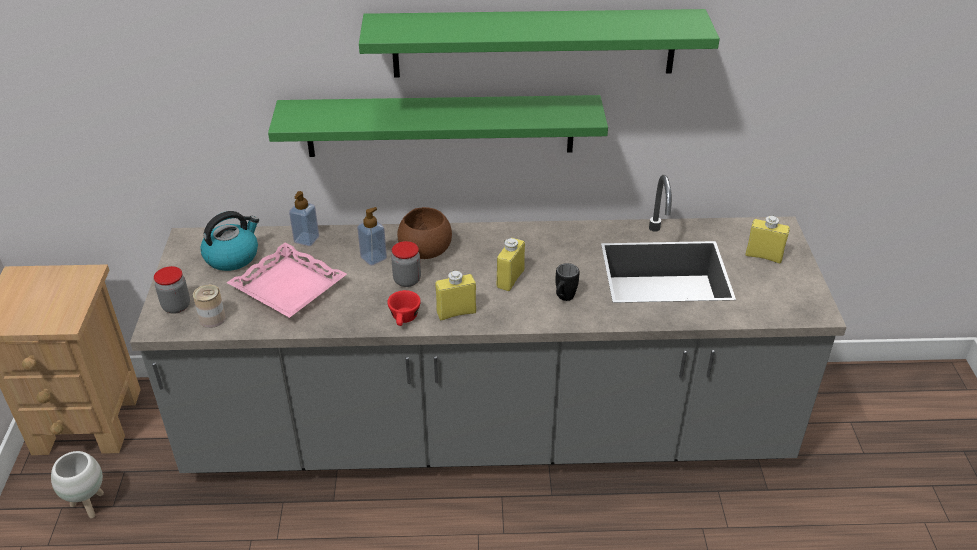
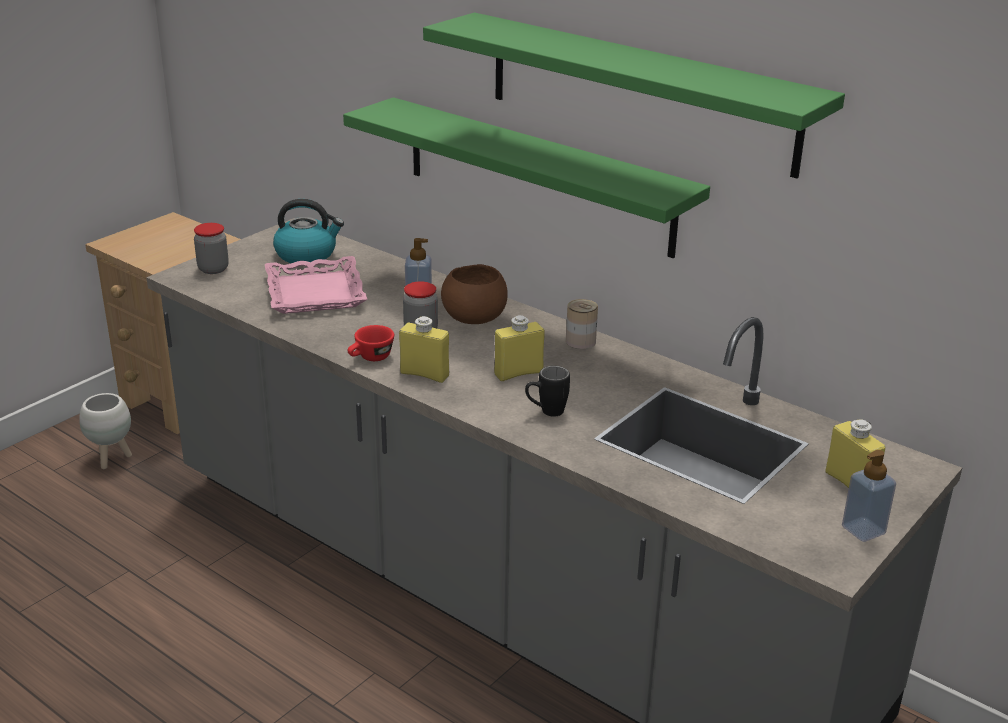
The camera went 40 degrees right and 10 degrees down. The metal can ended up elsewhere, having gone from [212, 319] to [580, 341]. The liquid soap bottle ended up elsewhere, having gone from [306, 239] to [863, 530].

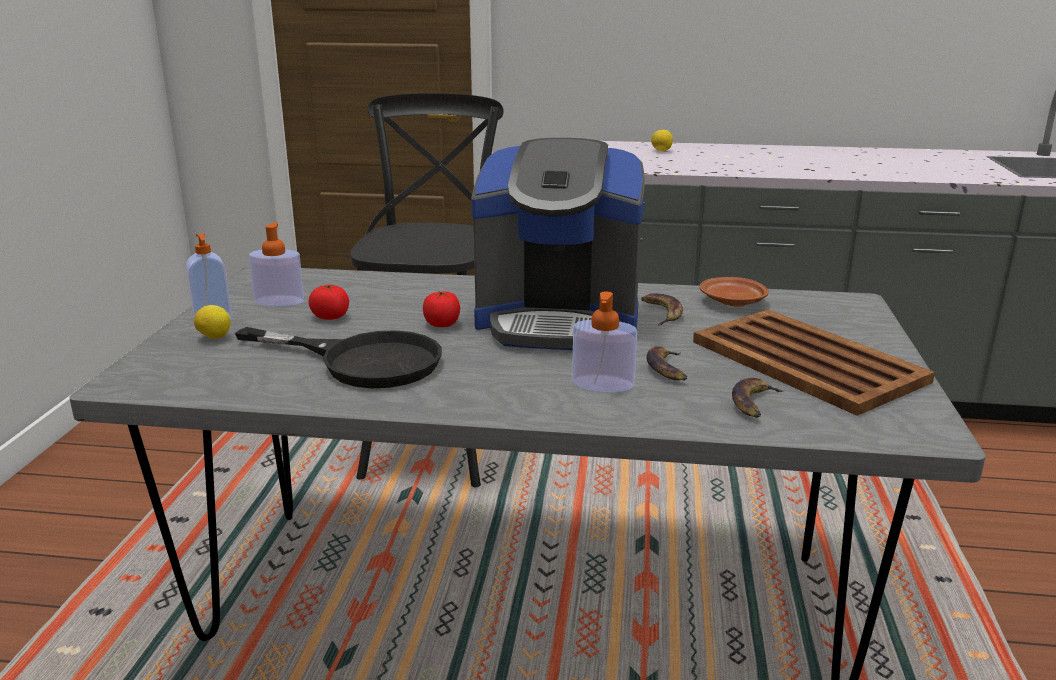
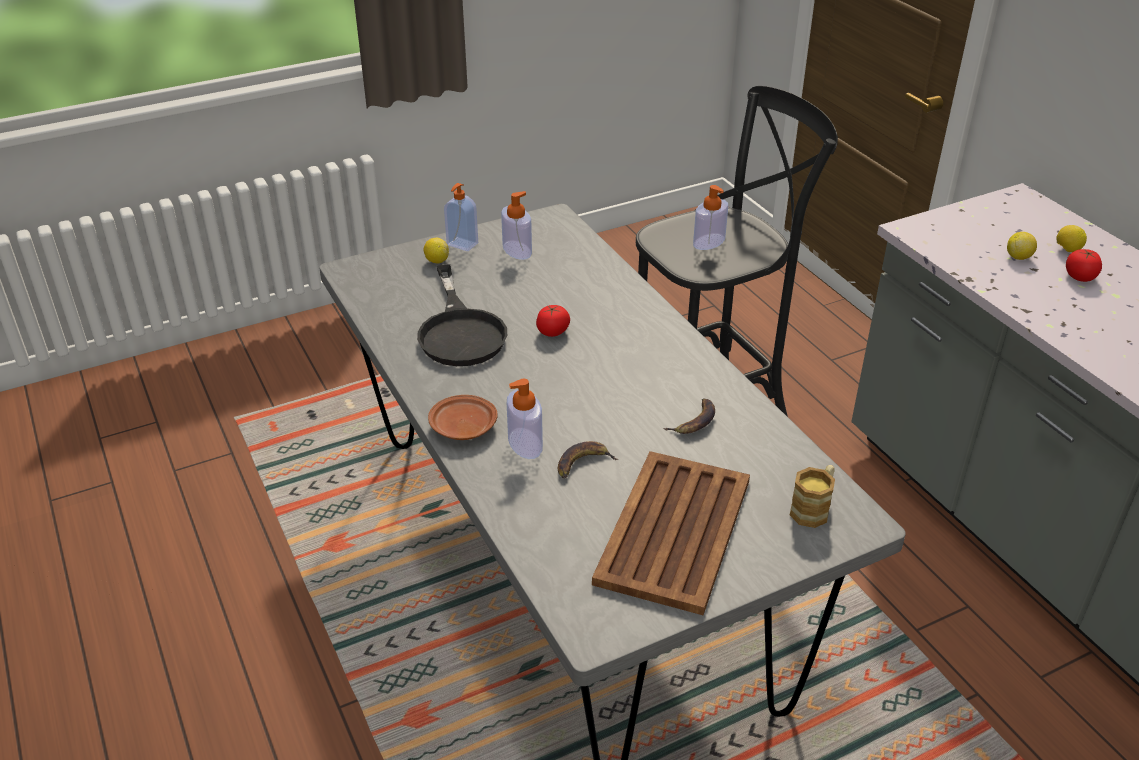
The camera went 55 degrees right and 15 degrees up. The second view lost the coffee machine at [558, 321]. The second view lost the banana at [754, 403]. The second view gained the liquid soap bottle at [709, 242]. The second view gained the tea mug at [813, 508]. The second view gained the lemon at [1018, 257]. The whole tomato ended up elsewhere, having gone from [330, 317] to [1080, 277]. The brown plate ended up elsewhere, having gone from [732, 302] to [462, 427].

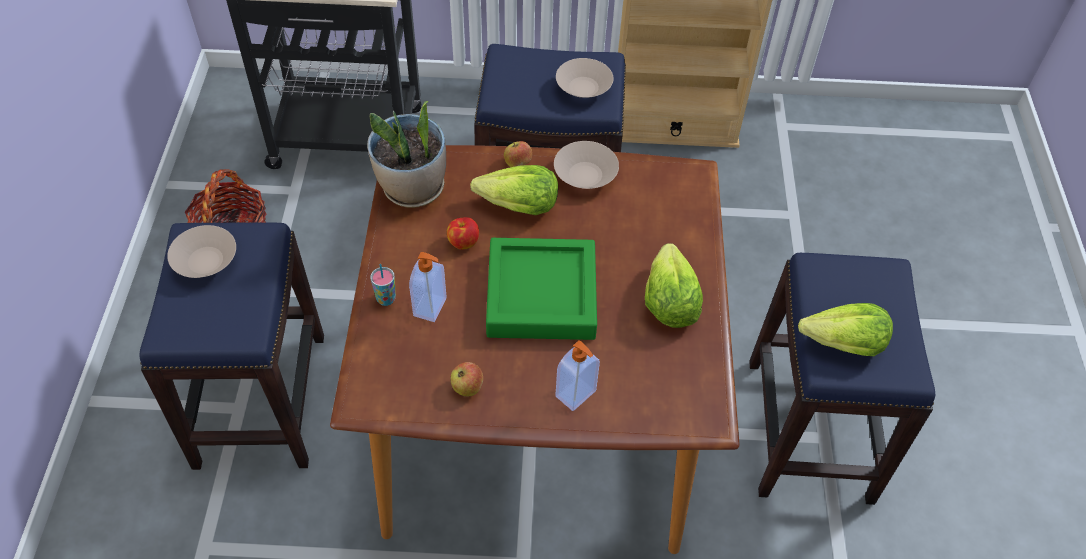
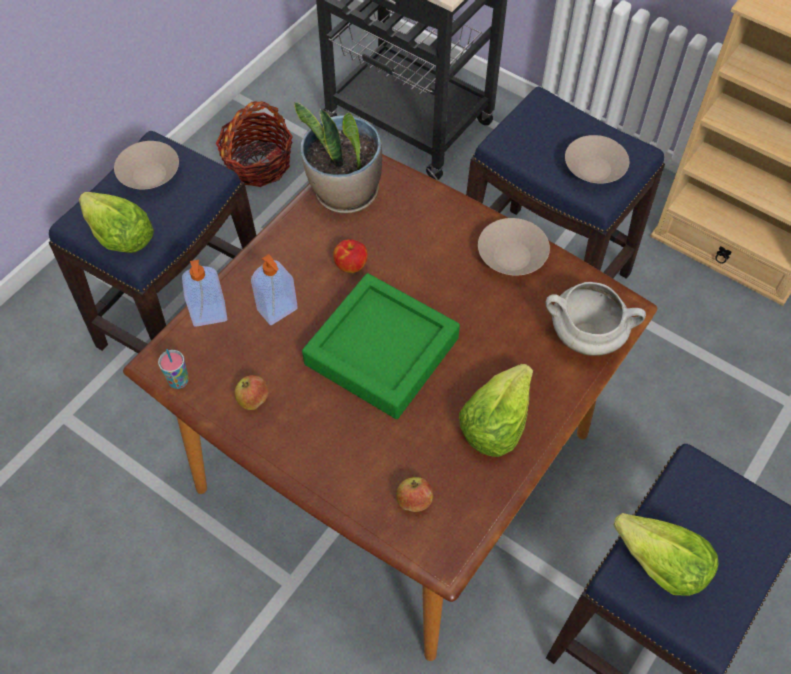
The camera went 35 degrees right and 5 degrees up. The second view gained the white saucepot at [587, 335]. The small cup ended up elsewhere, having gone from [386, 299] to [179, 381]. The lettuce head ended up elsewhere, having gone from [518, 206] to [119, 236]. The apple ended up elsewhere, having gone from [517, 164] to [414, 501]. The liquid soap bottle ended up elsewhere, having gone from [576, 395] to [209, 315].

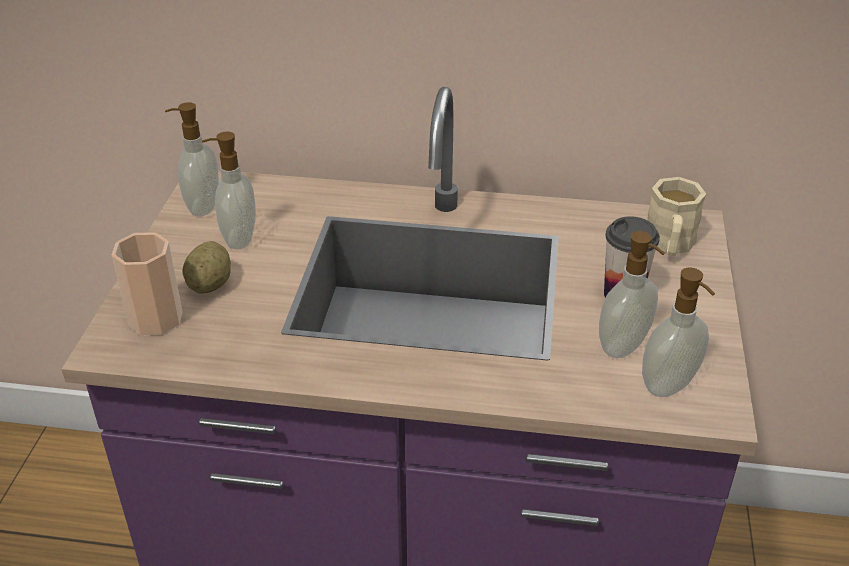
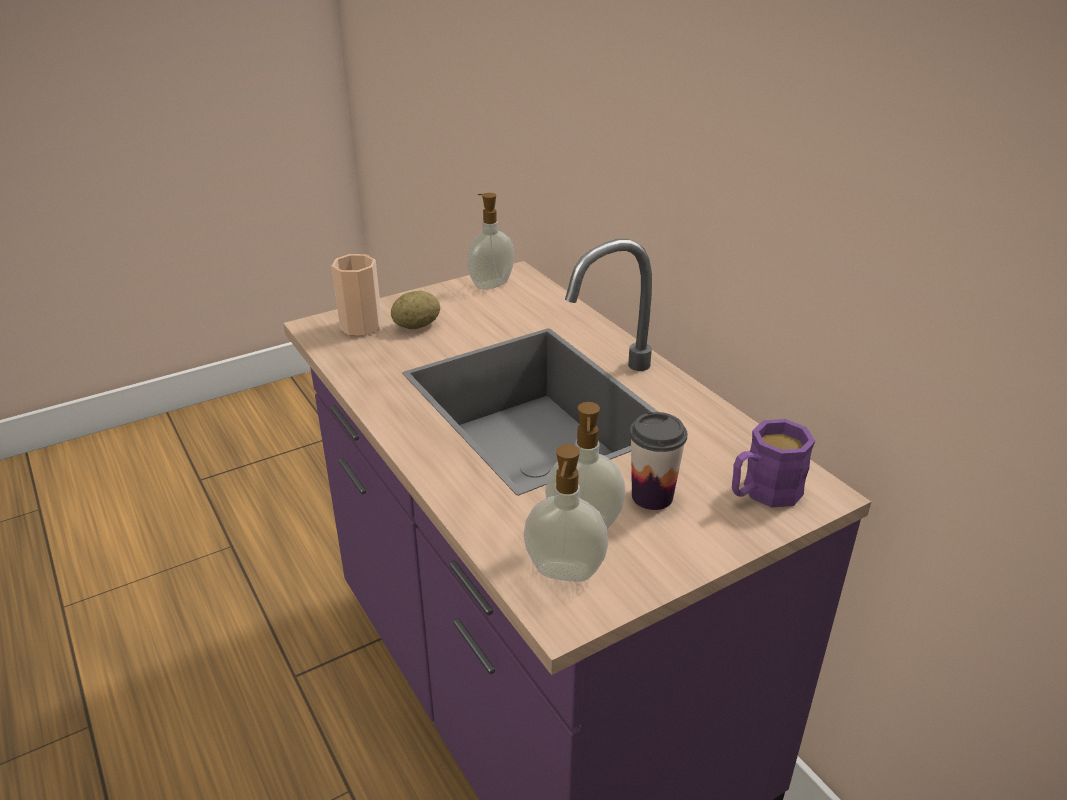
The camera went 50 degrees right and 5 degrees down. The second view lost the liquid soap bottle at [238, 238]. What was the sand-coloured tea mug at [669, 245] turned into the purple-coloured tea mug at [763, 493].

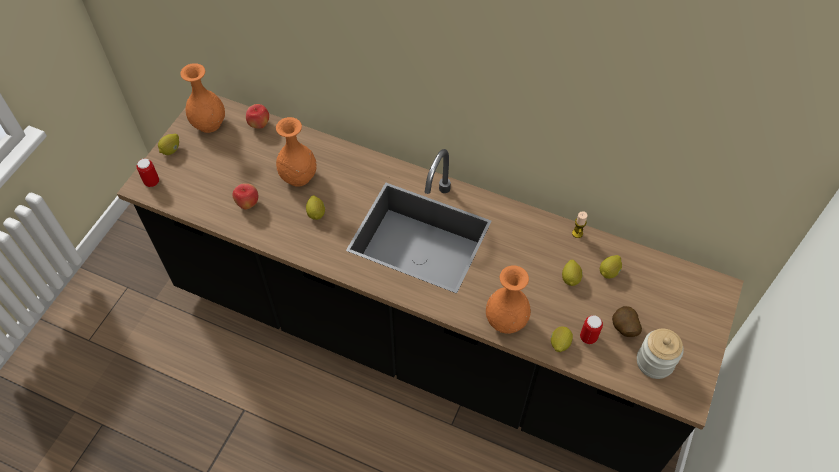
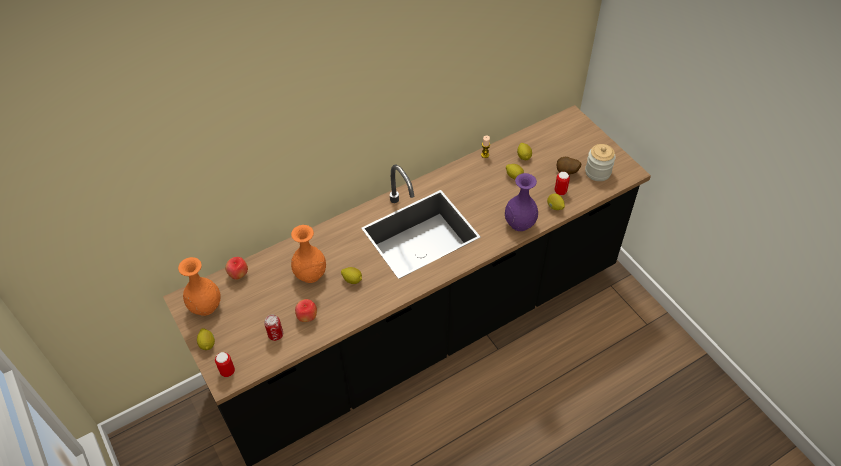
The camera went 55 degrees left and 5 degrees down. The second view gained the metal can at [275, 334]. What was the orange-coloured flower vase at [506, 320] turned into the purple-coloured flower vase at [520, 223].

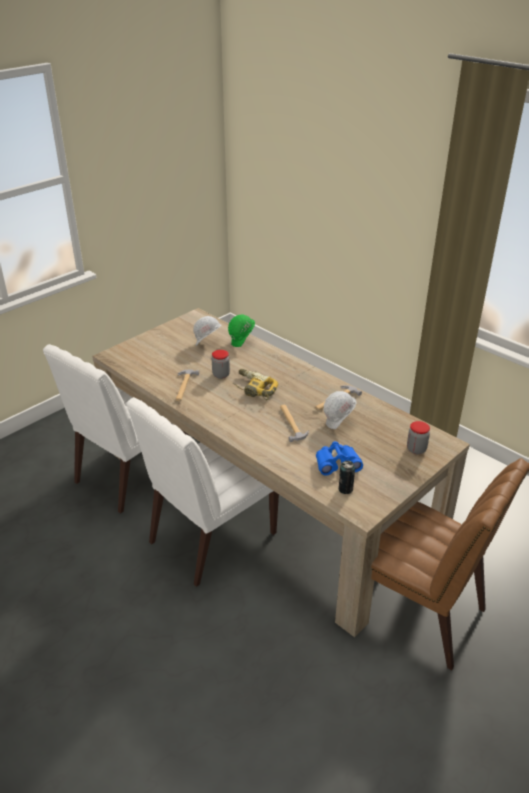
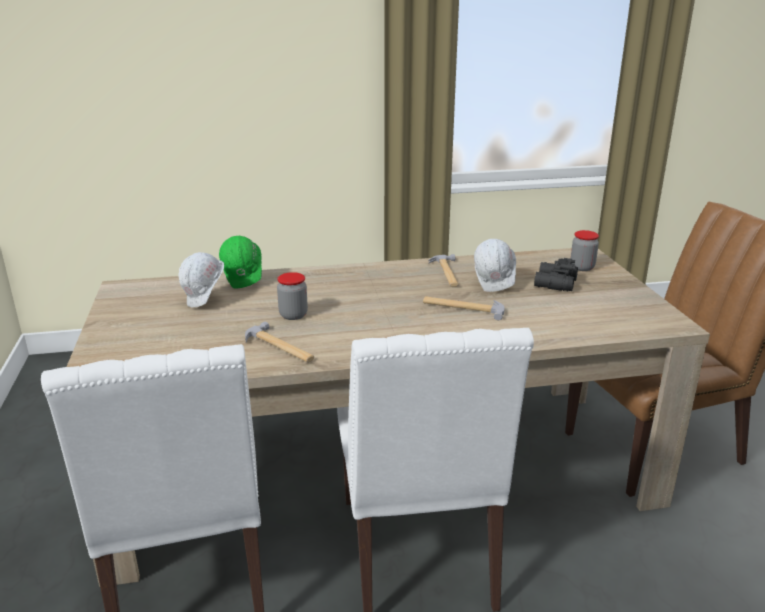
The camera went 55 degrees left and 10 degrees down. The second view lost the electric drill at [253, 389]. The second view lost the blue pair of binoculars at [337, 464]. The second view lost the metal can at [345, 489]. The second view gained the black pair of binoculars at [554, 283].

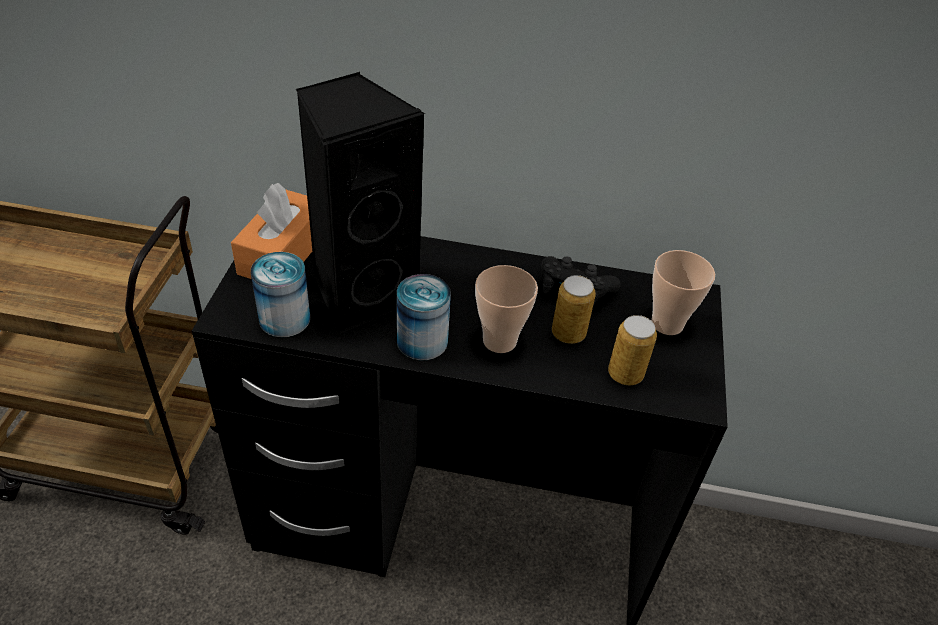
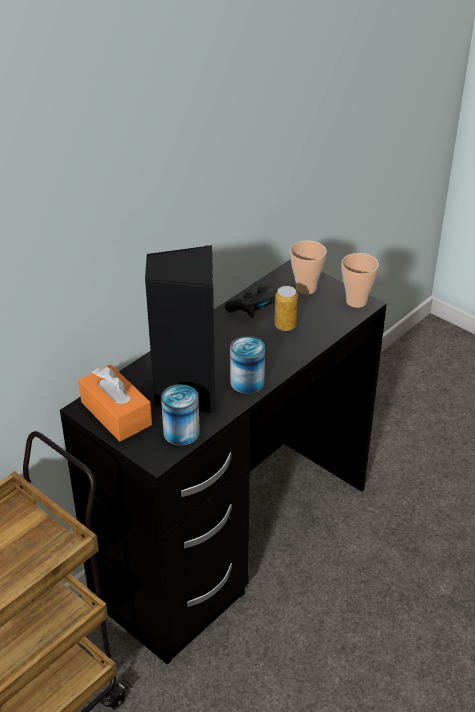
The camera went 55 degrees left and 5 degrees down. The second view lost the metal can at [625, 374]. The small cup ended up elsewhere, having gone from [499, 341] to [356, 301].

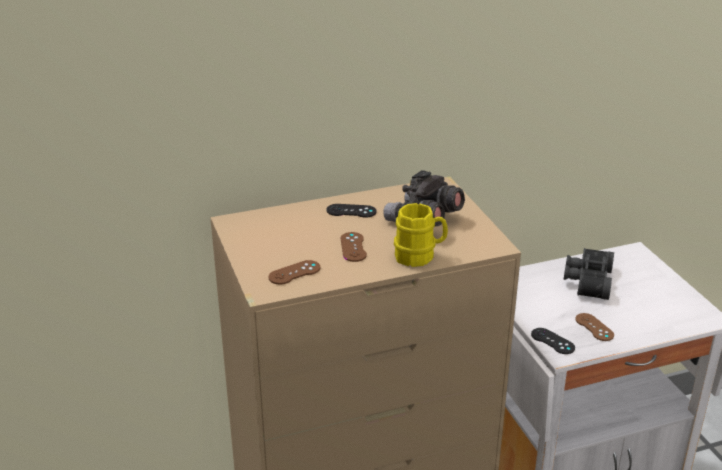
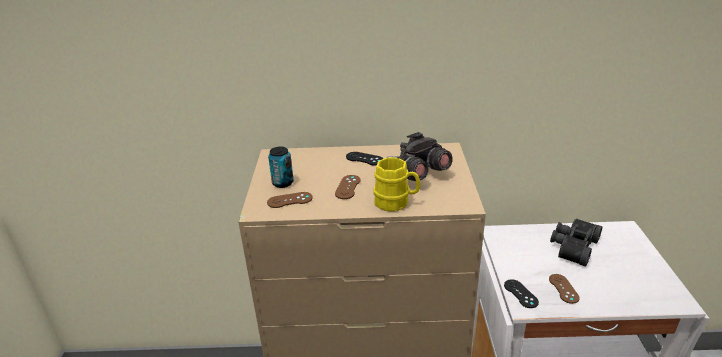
The camera went 20 degrees right and 0 degrees up. The second view gained the metal can at [282, 183].

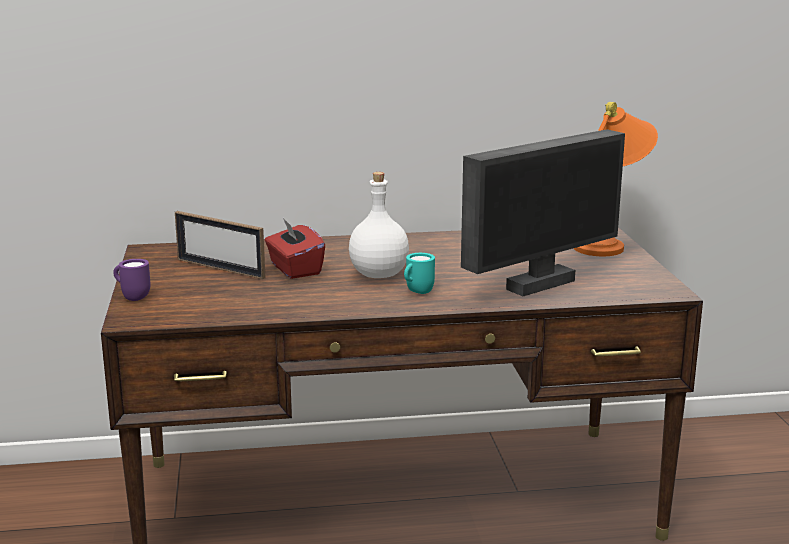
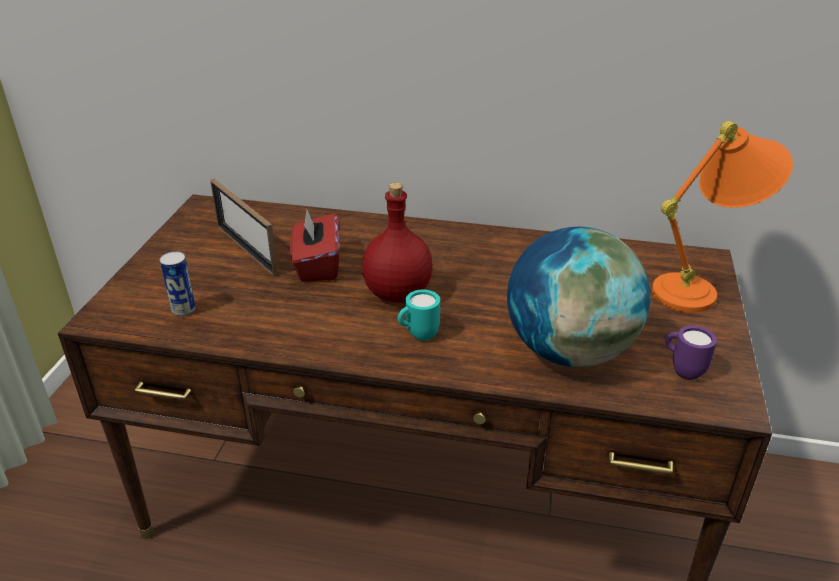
The camera went 20 degrees right and 15 degrees up. The second view gained the metal can at [183, 310]. The purple-coloured tea mug ended up elsewhere, having gone from [132, 297] to [682, 370]. Where the computer display stood at [538, 284], the world globe came to stand at [569, 351]. What was the white drink bottle at [378, 275] turned into the red drink bottle at [397, 294].

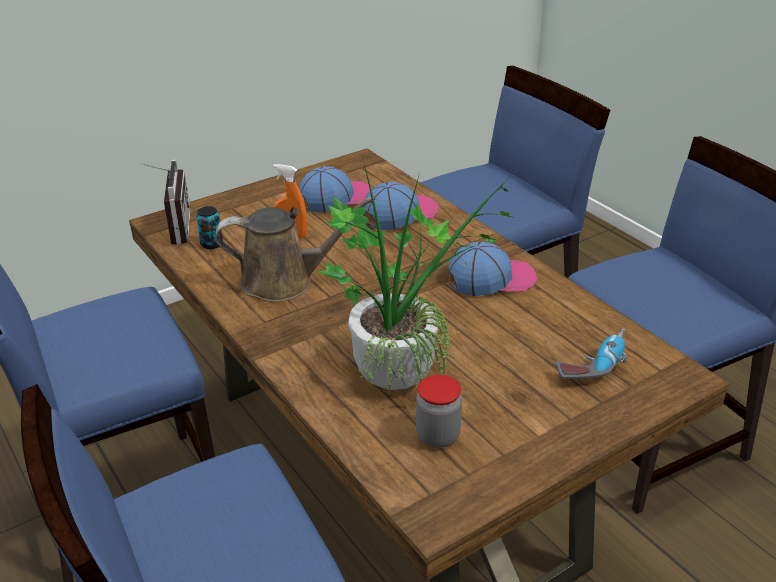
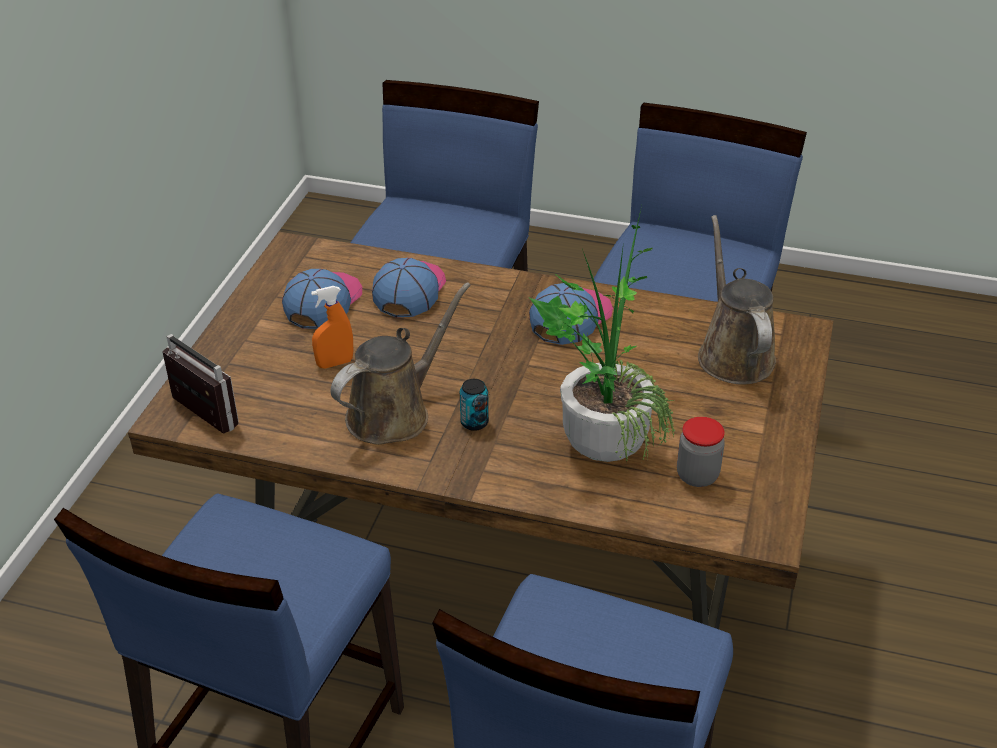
The camera went 40 degrees left and 5 degrees up. The metal can ended up elsewhere, having gone from [211, 244] to [474, 422]. Where the electric drill stood at [593, 364], the brown watering can came to stand at [733, 353].

